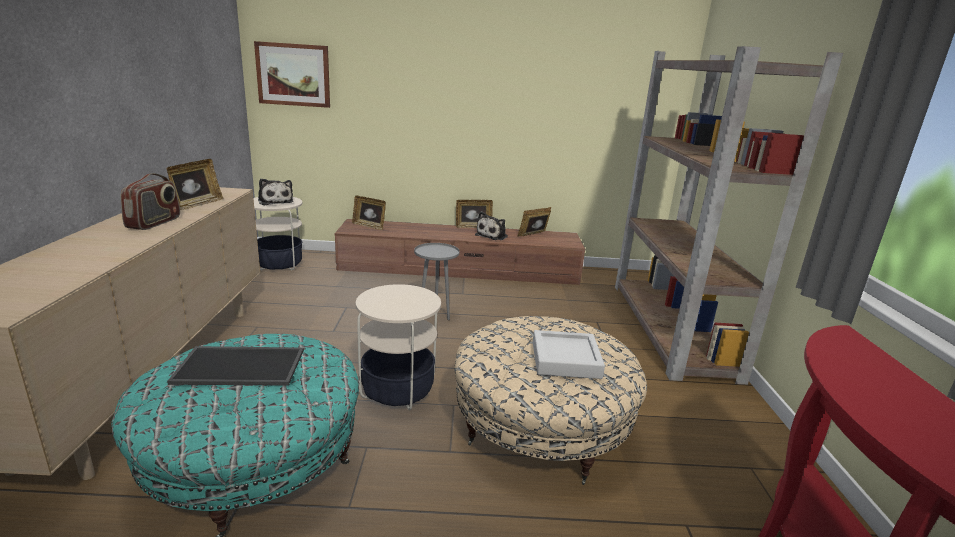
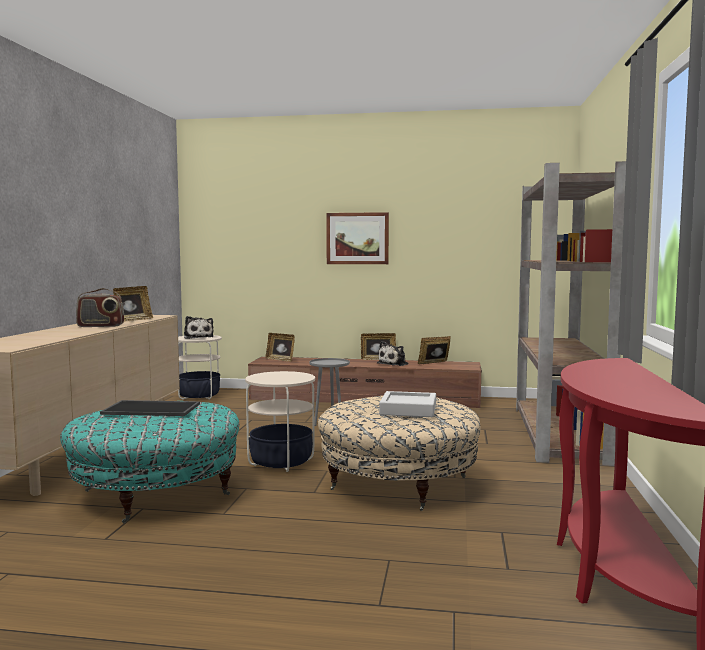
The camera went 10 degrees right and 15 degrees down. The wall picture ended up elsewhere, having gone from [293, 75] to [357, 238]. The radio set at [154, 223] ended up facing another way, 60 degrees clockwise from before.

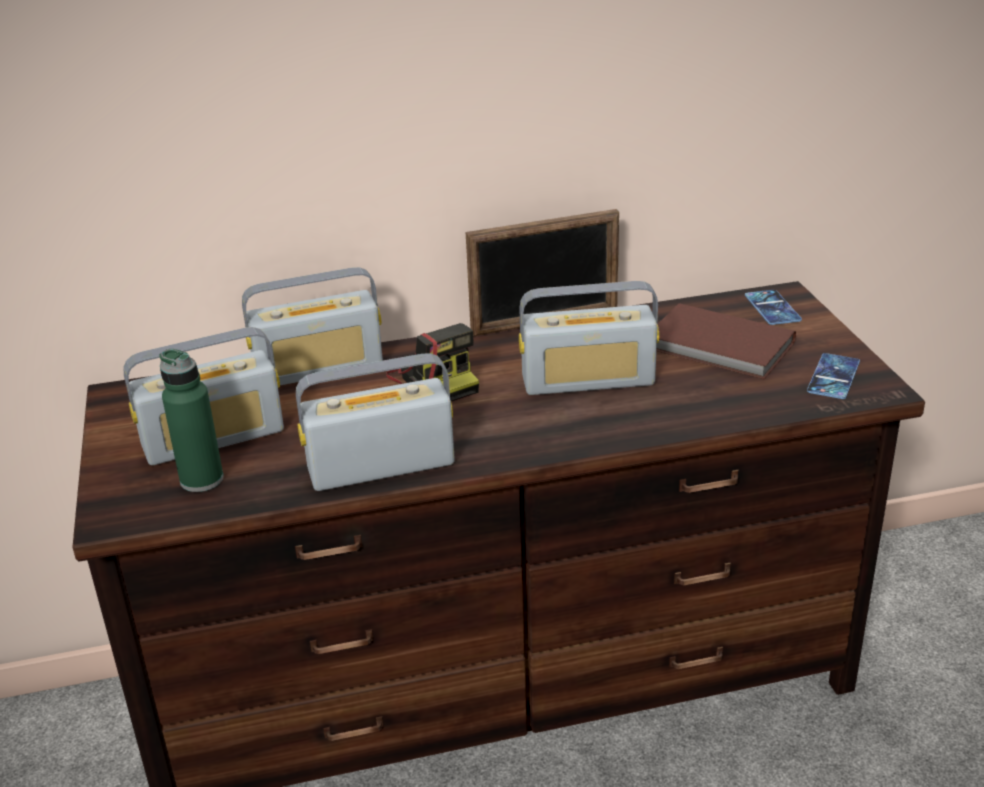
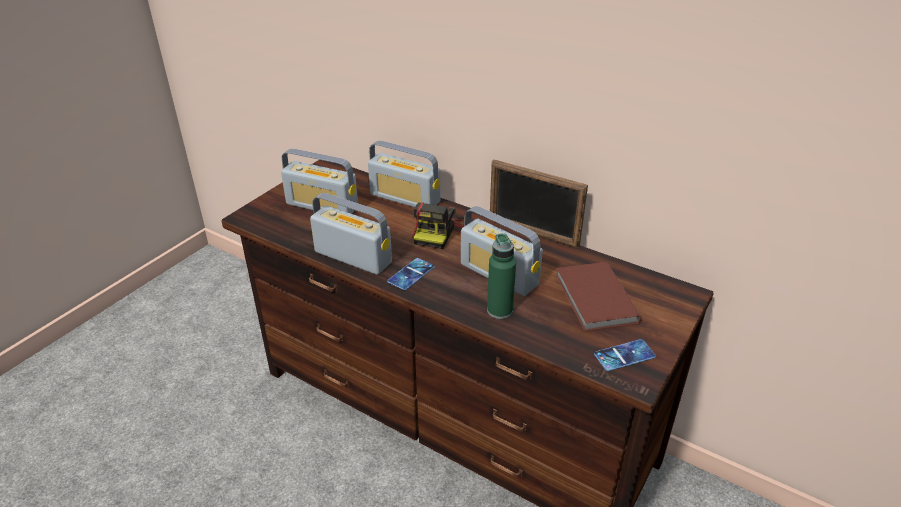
The camera went 45 degrees right and 5 degrees up. The greenish drink bottle ended up elsewhere, having gone from [202, 479] to [499, 310]. The telephone ended up elsewhere, having gone from [772, 308] to [411, 274].

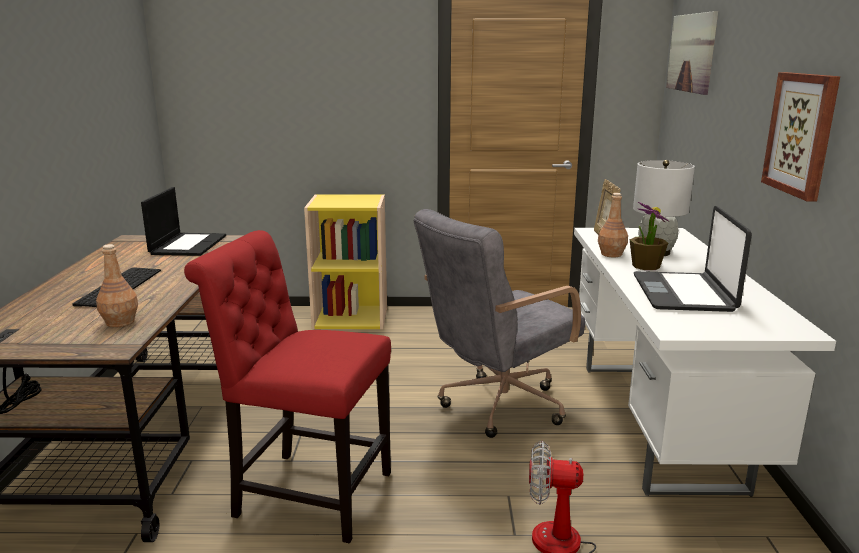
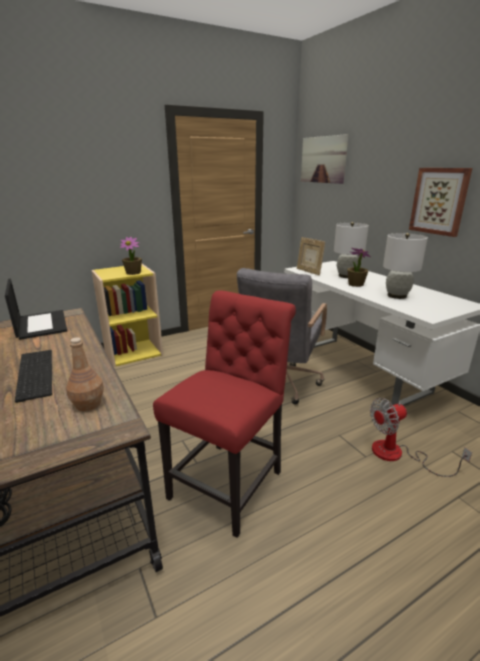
The camera went 30 degrees left and 5 degrees up. The second view lost the brown drink bottle at [611, 254]. The second view gained the plant in a pot at [133, 273]. Where the laptop stood at [684, 293], the white table lamp came to stand at [397, 296]. The red upright chair at [306, 493] ended up facing another way, 135 degrees clockwise from before.

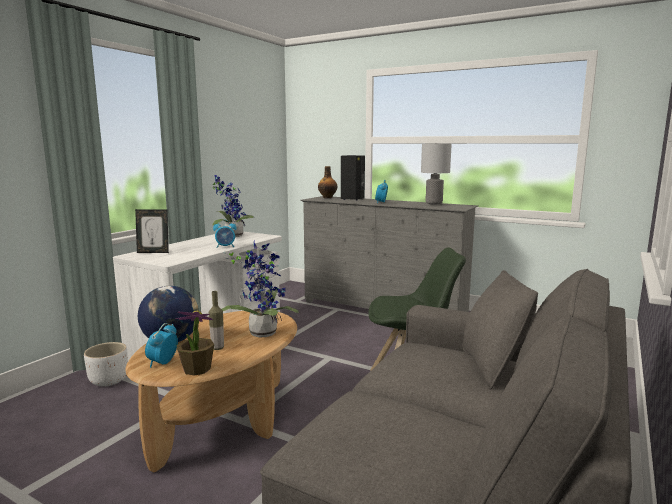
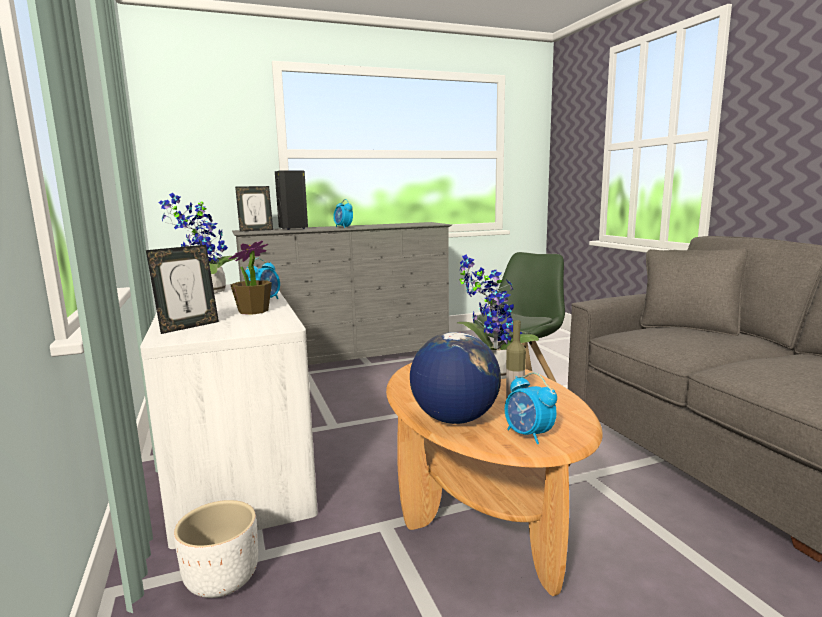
The camera went 50 degrees left and 0 degrees up. The second view lost the greyish table lamp at [433, 204]. The plant in a pot ended up elsewhere, having gone from [196, 369] to [253, 311]. Where the drink bottle stood at [328, 198], the photo frame came to stand at [256, 230].

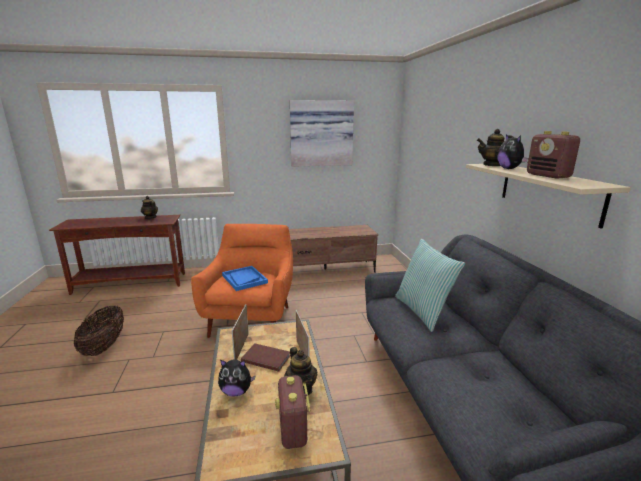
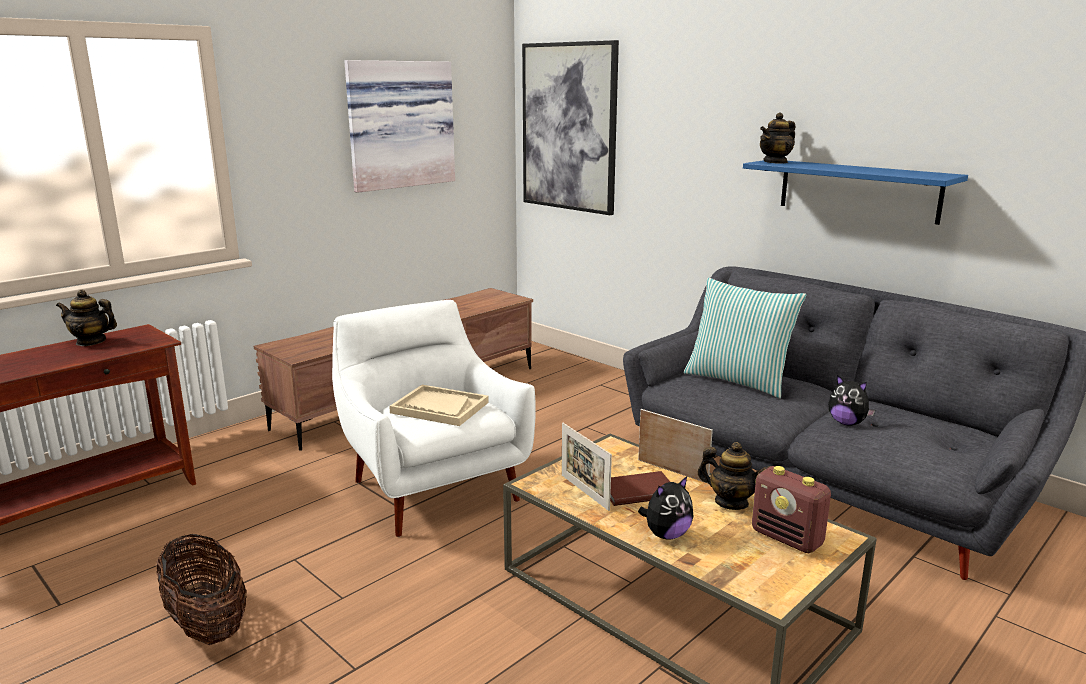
The camera went 35 degrees left and 0 degrees up. The second view lost the radio set at [548, 176]. The second view gained the wall picture at [569, 127]. The soft toy ended up elsewhere, having gone from [509, 169] to [847, 423]. What was the orange-coloured lounge chair at [252, 319] turned into the white lounge chair at [432, 487]. What was the blue tray at [244, 279] turned into the sand-coloured tray at [439, 408]. What was the sand-coloured wall shelf at [548, 191] turned into the blue wall shelf at [858, 190].

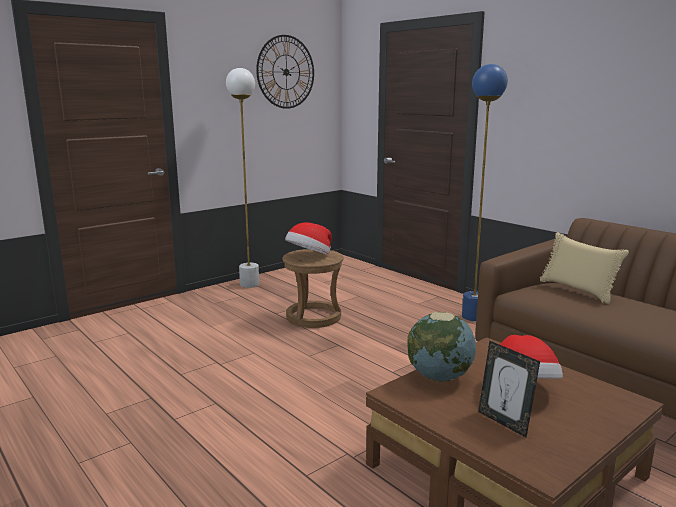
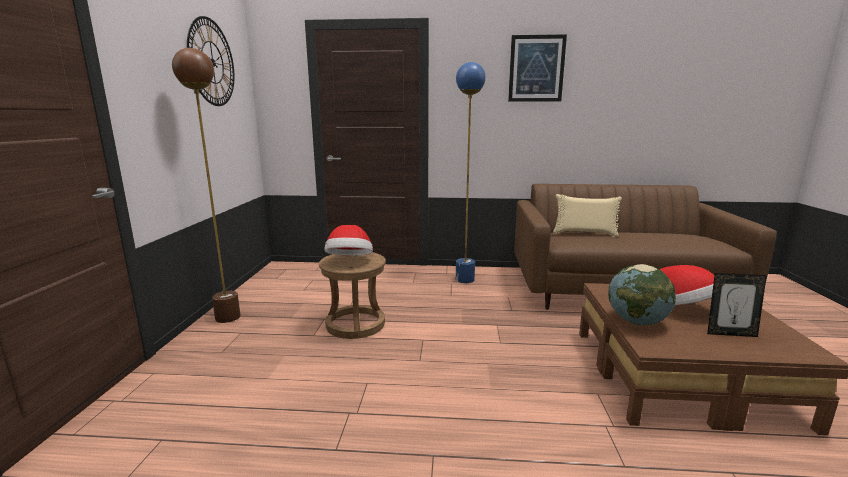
The camera went 45 degrees left and 0 degrees up. The second view gained the wall picture at [536, 69]. What was the white floor lamp at [249, 284] turned into the brown floor lamp at [228, 317].

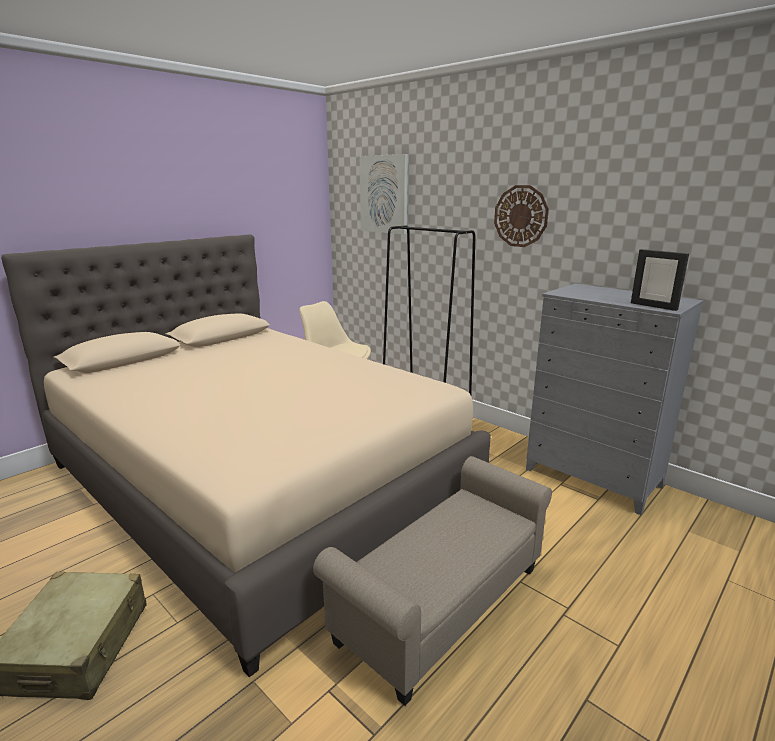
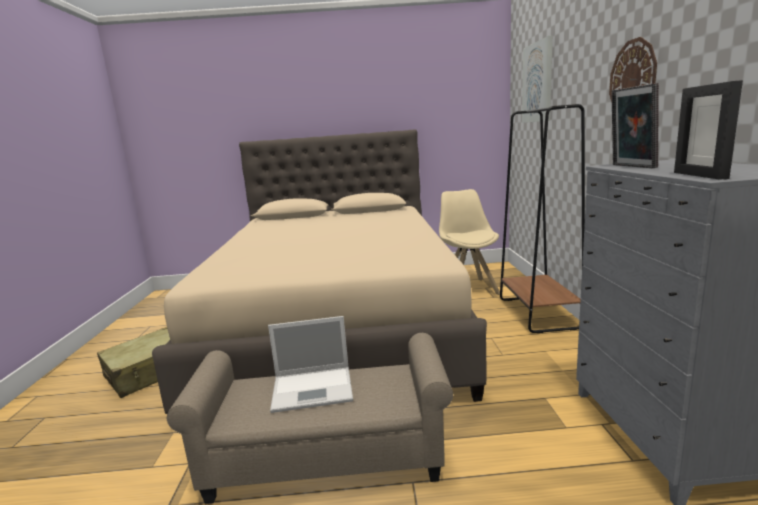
The camera went 45 degrees right and 5 degrees down. The second view gained the laptop at [314, 388]. The second view gained the photo frame at [630, 166].

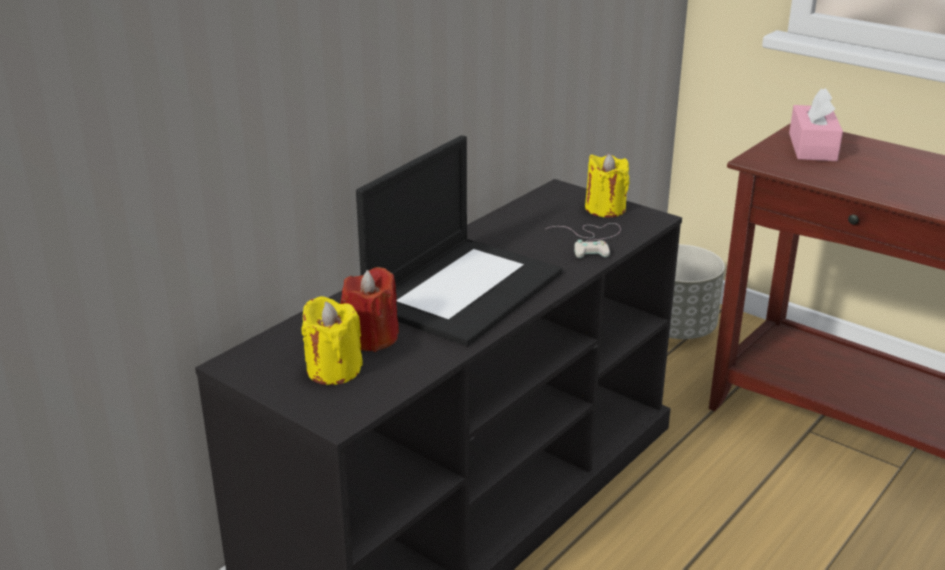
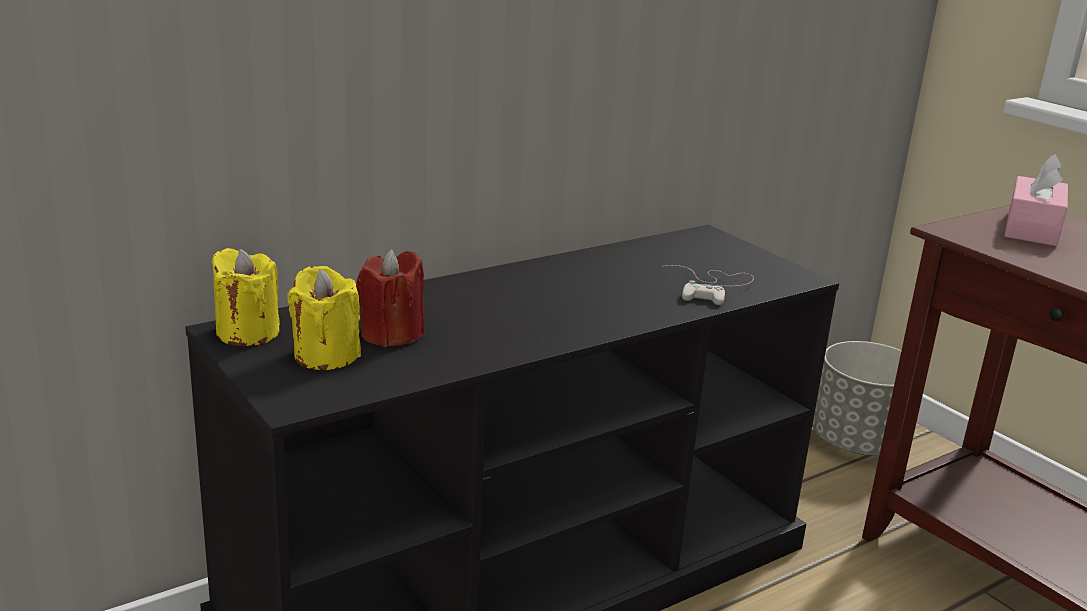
The camera went 15 degrees right and 5 degrees down. The second view lost the laptop at [464, 289]. The yellowish candle ended up elsewhere, having gone from [605, 209] to [247, 333].

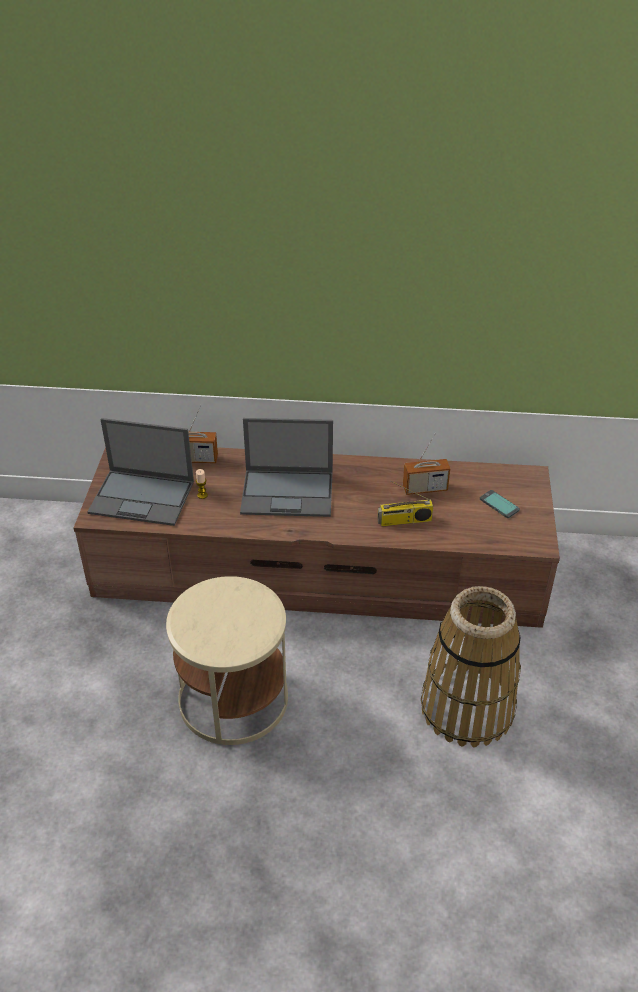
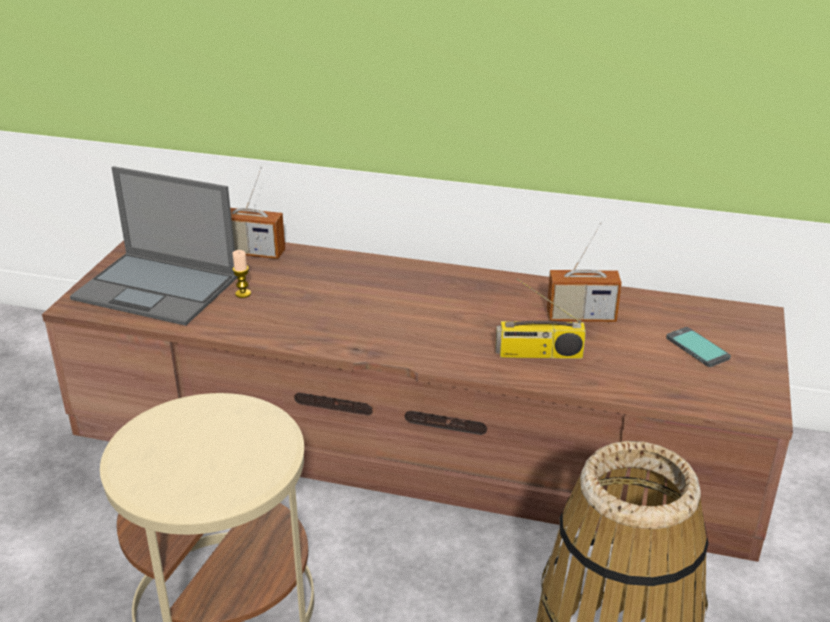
The camera went 10 degrees right and 10 degrees down. The second view lost the laptop at [288, 493].

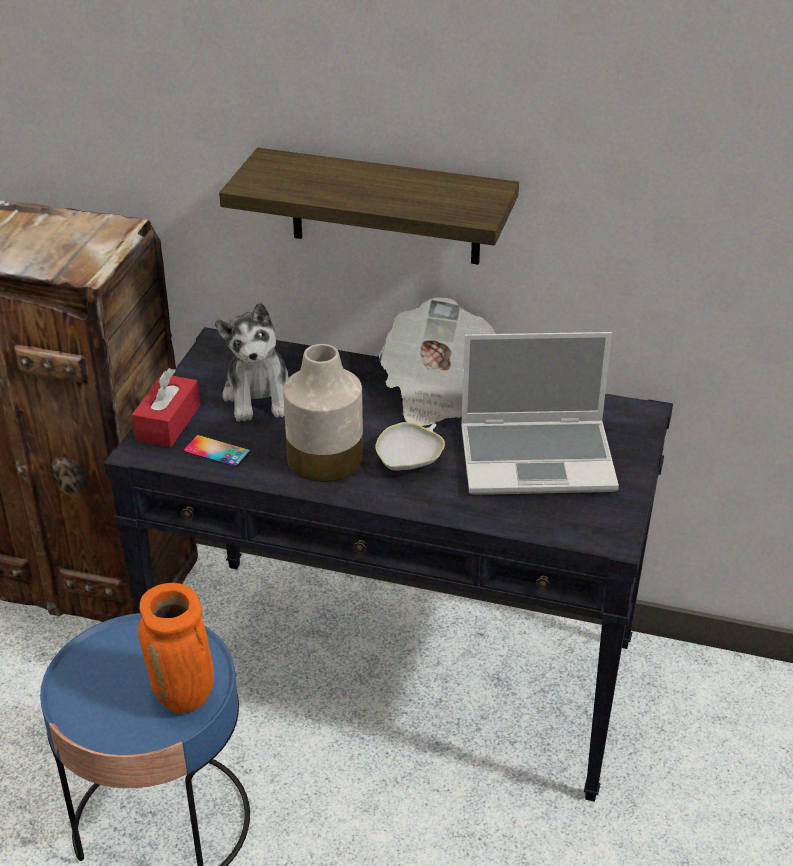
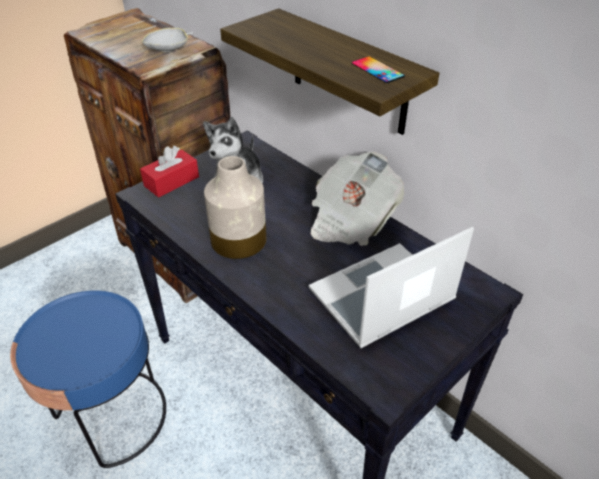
The camera went 30 degrees right and 5 degrees up. The second view lost the orange-coloured flower vase at [185, 697]. The telephone ended up elsewhere, having gone from [217, 451] to [377, 70]. The white serving bowl ended up elsewhere, having gone from [409, 460] to [169, 49]. The laptop at [538, 458] ended up facing another way, 120 degrees clockwise from before.

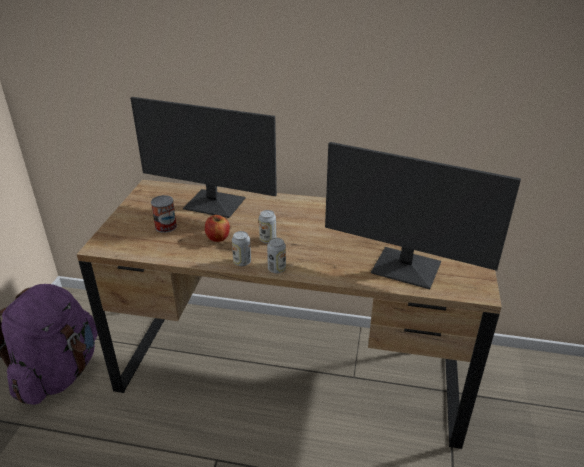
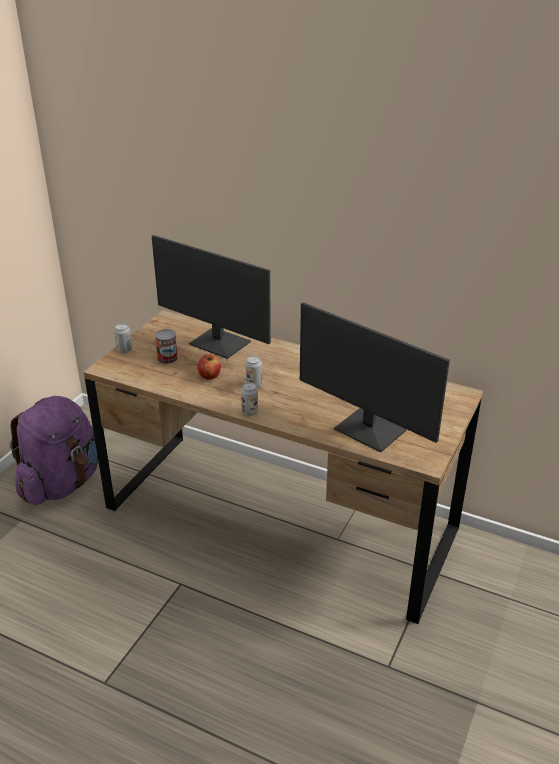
The camera went 15 degrees right and 0 degrees up. The metal can ended up elsewhere, having gone from [242, 262] to [124, 350].

